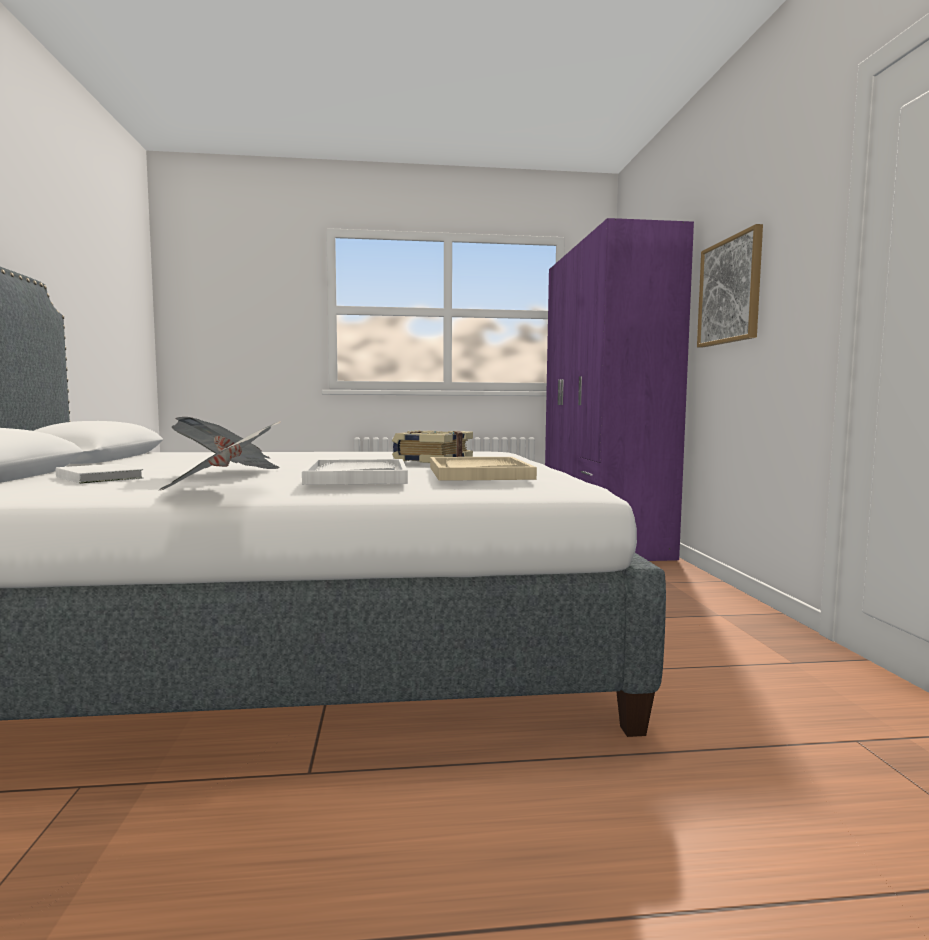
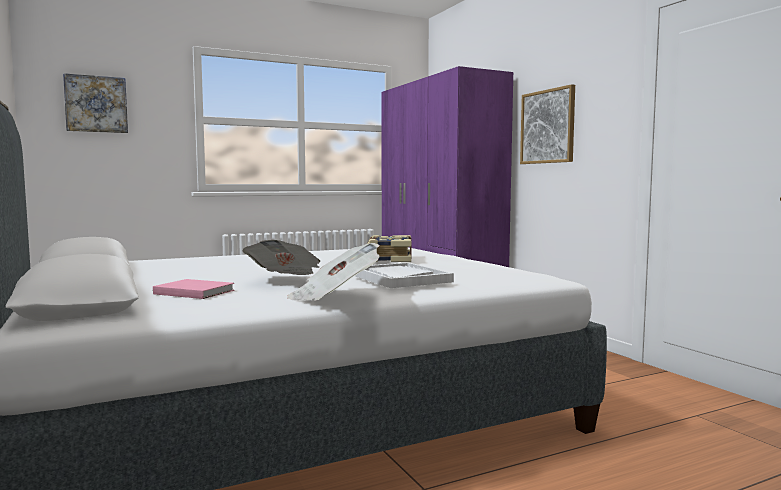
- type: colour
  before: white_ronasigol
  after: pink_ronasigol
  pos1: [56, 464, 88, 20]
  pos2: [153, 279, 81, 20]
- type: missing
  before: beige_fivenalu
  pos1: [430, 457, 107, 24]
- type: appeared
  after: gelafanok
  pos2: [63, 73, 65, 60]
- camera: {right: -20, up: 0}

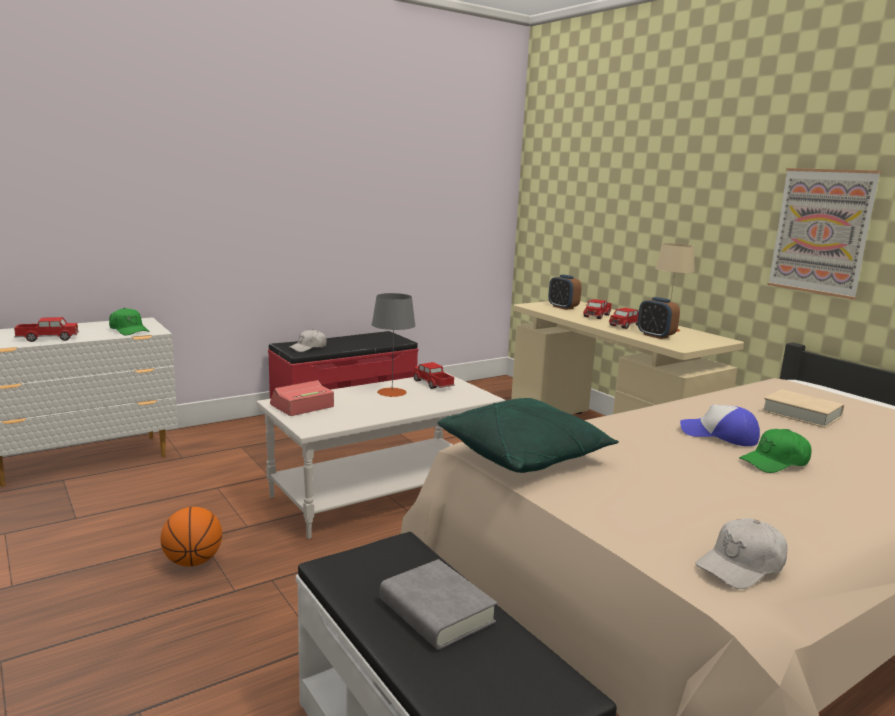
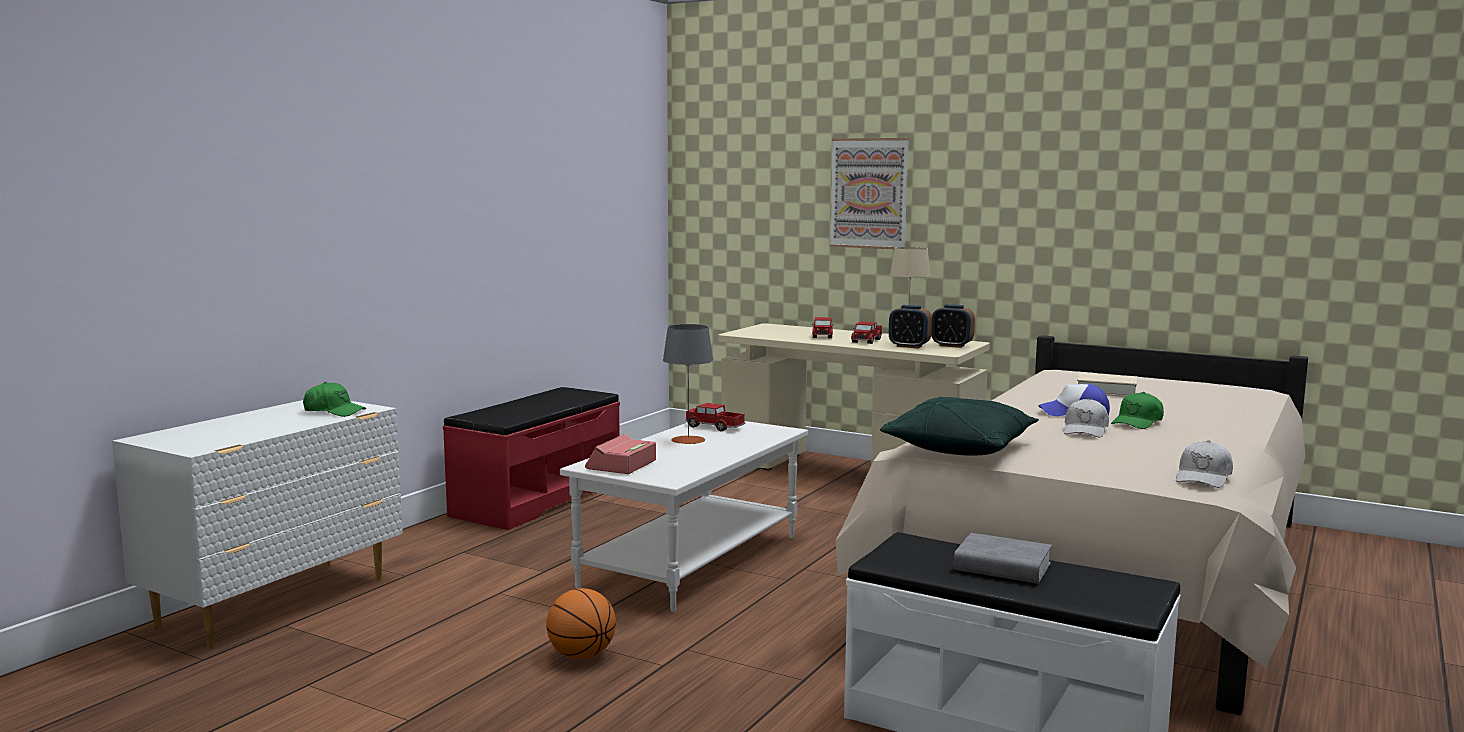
- type: missing
  before: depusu
  pos1: [14, 317, 65, 25]
- type: relocated
  before: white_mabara
  pos1: [289, 329, 38, 23]
  pos2: [1064, 398, 45, 40]
- type: relocated
  before: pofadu
  pos1: [548, 275, 34, 35]
  pos2: [931, 304, 44, 44]
- type: relocated
  before: gelafanok
  pos1: [767, 168, 114, 132]
  pos2: [830, 138, 79, 111]
- camera: {right: -25, up: -5}

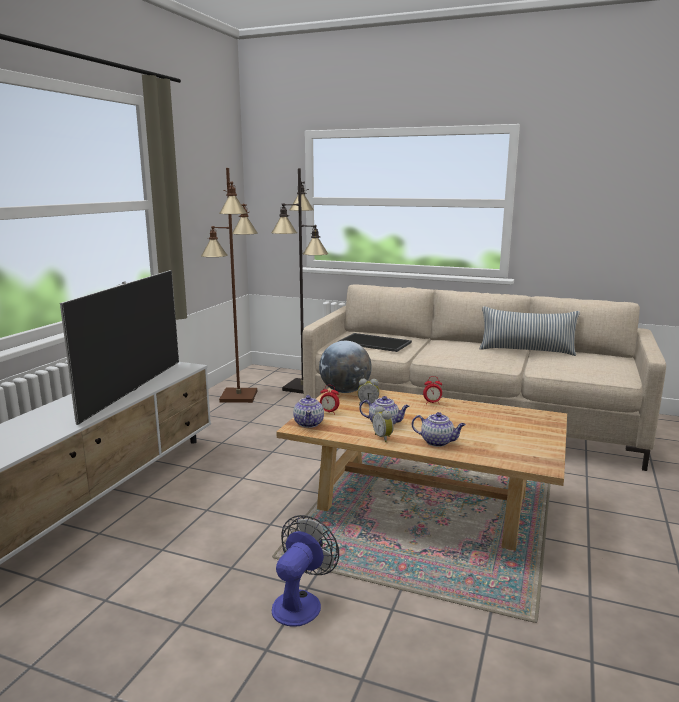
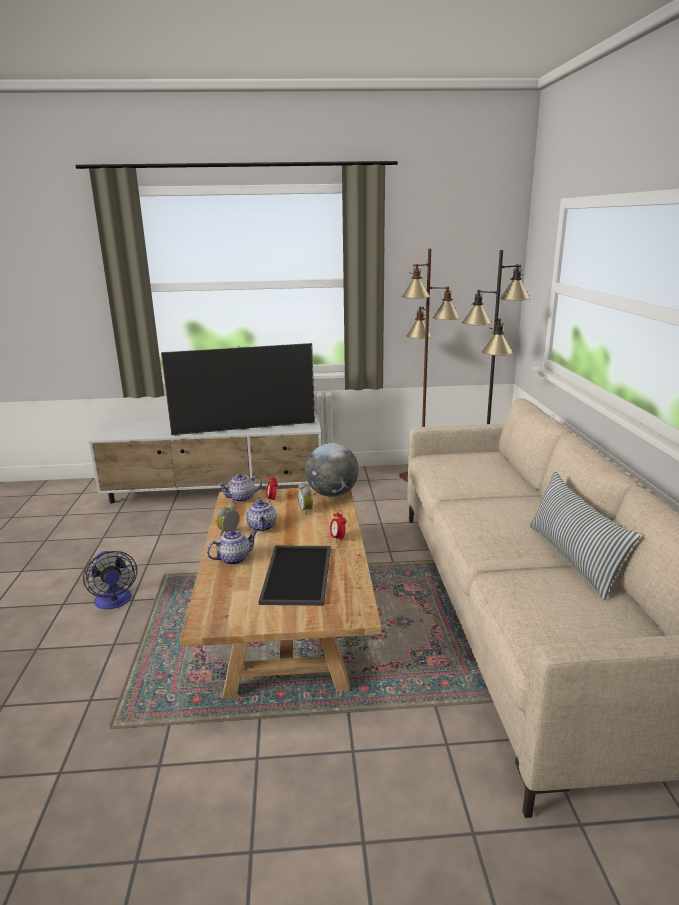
- type: spun
  before: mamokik
  pos1: [272, 515, 67, 112]
  pos2: [83, 551, 54, 58]
  turn: 60
- type: relocated
  before: fivenalu
  pos1: [337, 333, 75, 19]
  pos2: [259, 545, 72, 61]
- type: spun
  before: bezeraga
  pos1: [412, 412, 54, 35]
  pos2: [207, 530, 51, 35]
  turn: -120
- camera: {right: 65, up: 5}

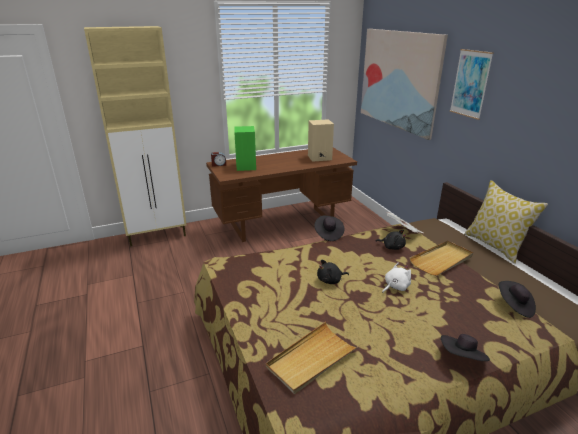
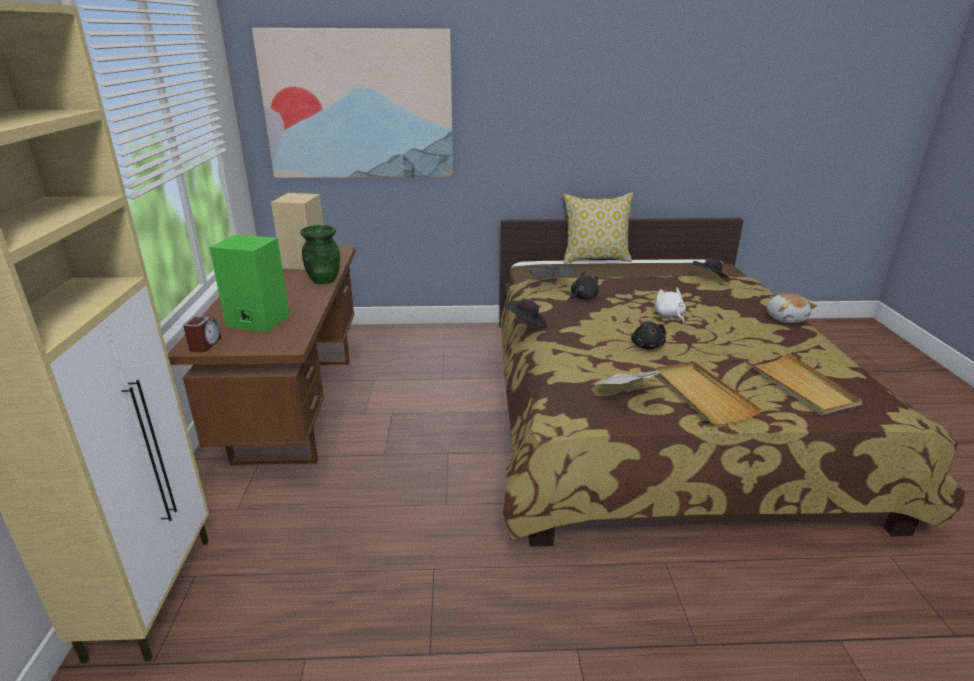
- type: relocated
  before: beige_fivenalu
  pos1: [409, 241, 64, 35]
  pos2: [654, 361, 107, 64]
- type: exchanged
  before: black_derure
  after: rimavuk
  pos1: [441, 334, 49, 27]
  pos2: [767, 294, 51, 29]
- type: missing
  before: gelafanok
  pos1: [450, 49, 44, 71]
- type: appeared
  after: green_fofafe
  pos2: [300, 225, 40, 59]
- type: appeared
  after: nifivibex
  pos2: [593, 370, 72, 15]
- camera: {right: -70, up: 0}

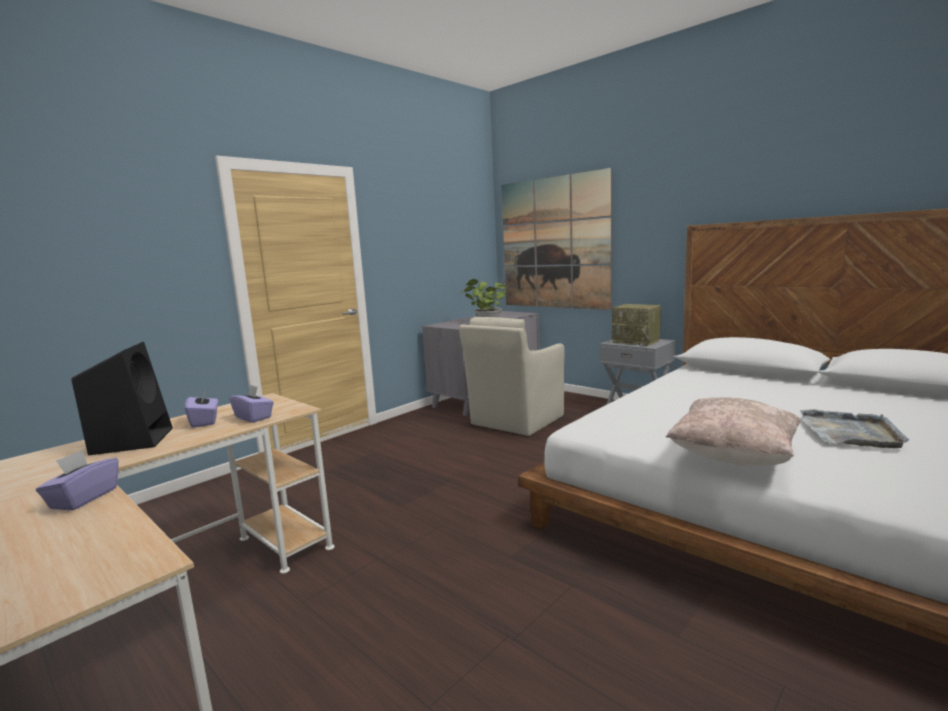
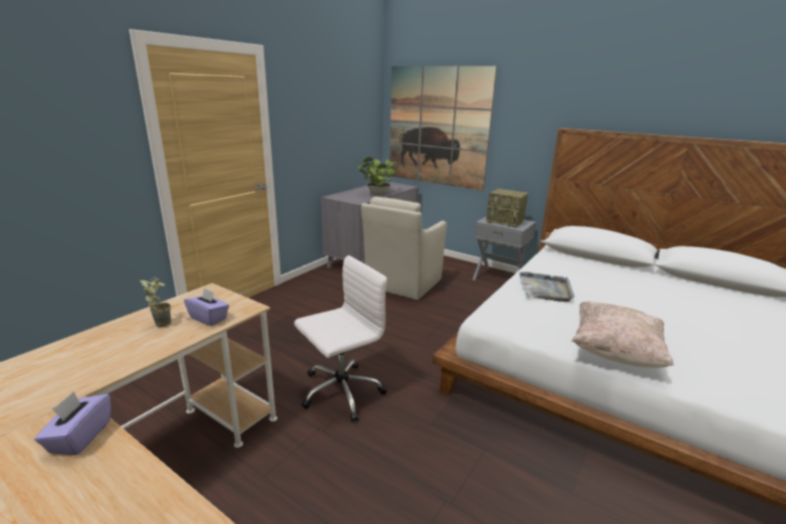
- type: missing
  before: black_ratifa
  pos1: [71, 342, 102, 113]
- type: exchanged
  before: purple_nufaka
  after: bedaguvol
  pos1: [185, 389, 33, 39]
  pos2: [140, 277, 31, 51]
- type: relocated
  before: grey_fivenalu
  pos1: [800, 409, 109, 39]
  pos2: [519, 272, 56, 30]
- type: appeared
  after: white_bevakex
  pos2: [294, 255, 93, 167]
- camera: {right: -10, up: 10}

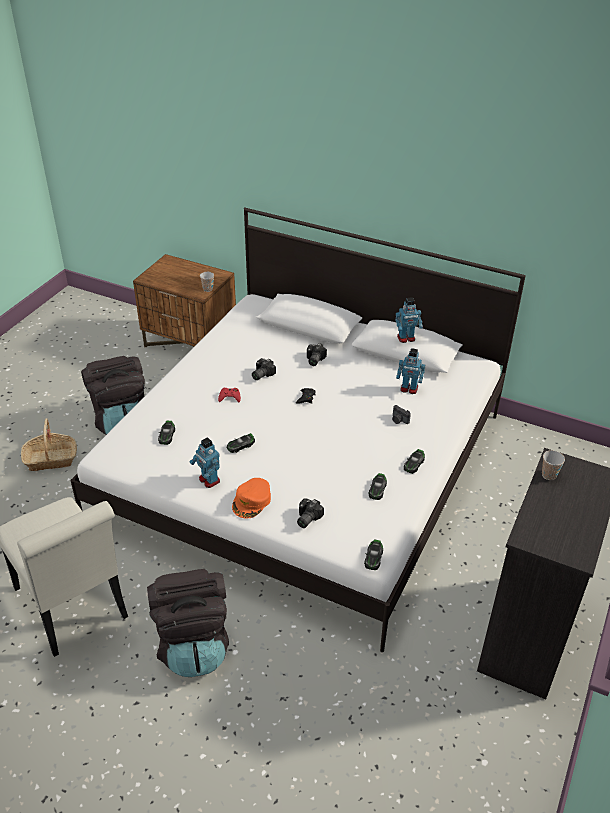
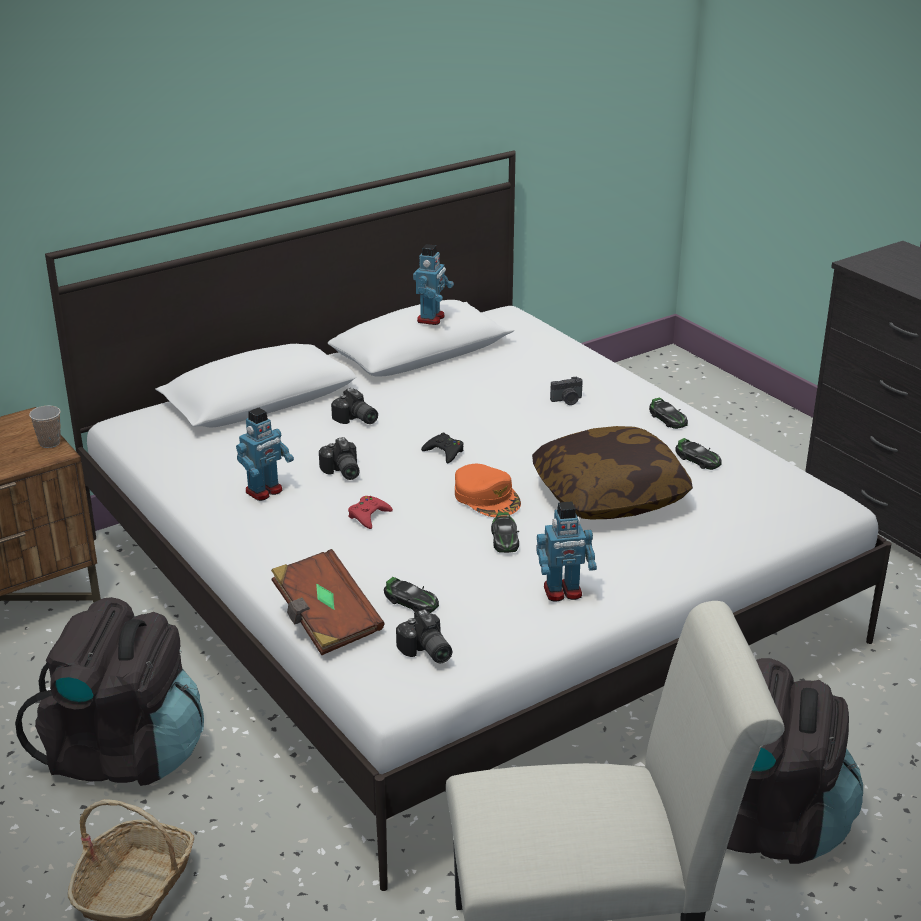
- type: relocated
  before: orange_mabara
  pos1: [232, 478, 39, 40]
  pos2: [455, 464, 66, 53]
- type: relocated
  before: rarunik
  pos1: [297, 498, 27, 30]
  pos2: [396, 609, 56, 54]
- type: missing
  before: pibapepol
  pos1: [364, 539, 19, 31]
- type: relocated
  before: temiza
  pos1: [396, 348, 29, 46]
  pos2: [236, 407, 58, 94]
- type: missing
  before: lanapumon
  pos1: [542, 450, 23, 30]
- type: appeared
  after: brown_ronasigol
  pos2: [271, 549, 113, 106]
- type: appeared
  after: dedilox
  pos2: [532, 426, 161, 93]
- camera: {right: -60, up: -10}

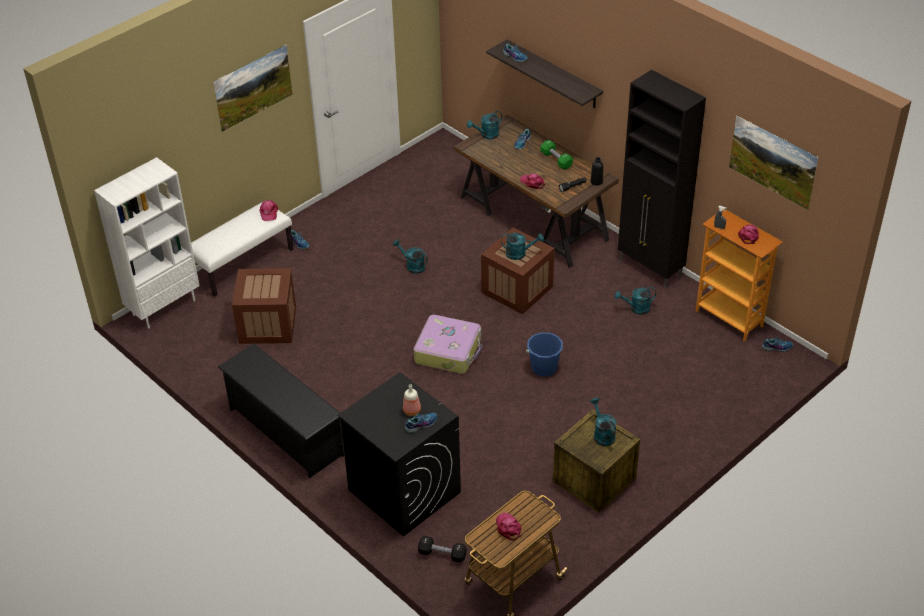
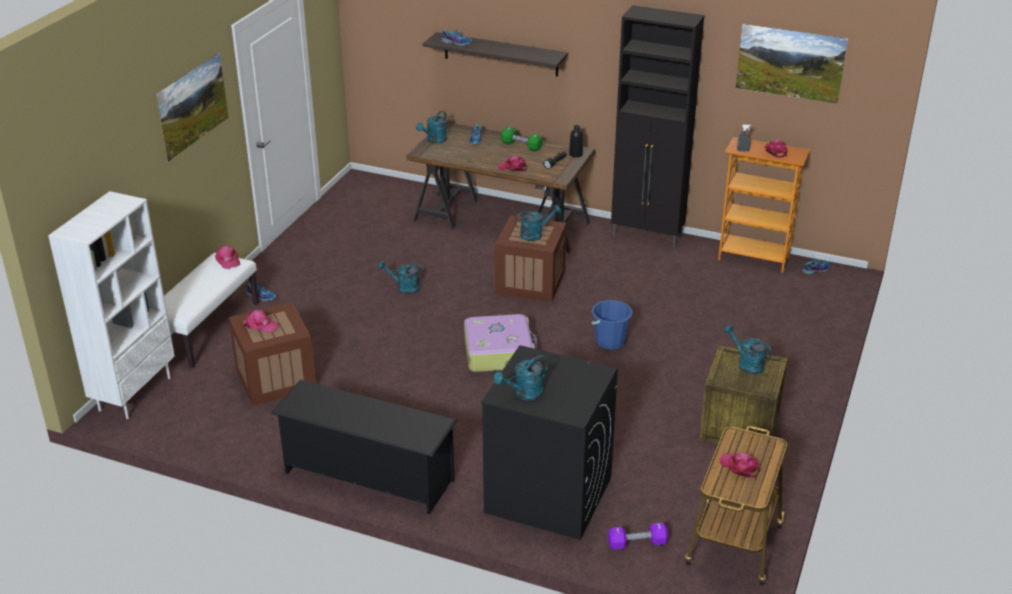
- type: missing
  before: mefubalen
  pos1: [403, 384, 18, 32]
- type: missing
  before: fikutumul
  pos1: [405, 412, 32, 21]
- type: colour
  before: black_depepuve
  after: purple_depepuve
  pos1: [418, 536, 49, 27]
  pos2: [608, 522, 60, 28]
- type: relocated
  before: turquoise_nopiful
  pos1: [615, 287, 41, 28]
  pos2: [493, 355, 55, 46]
- type: appeared
  after: pink_mabara
  pos2: [244, 310, 35, 23]
- camera: {right: -25, up: -10}

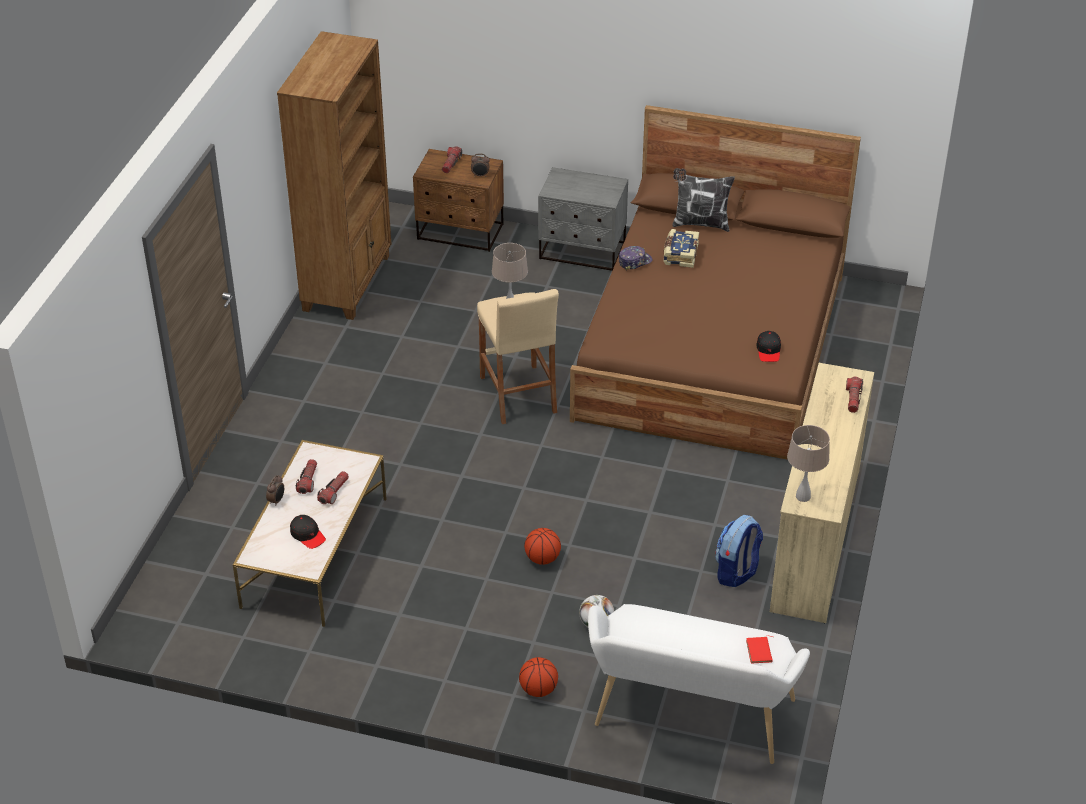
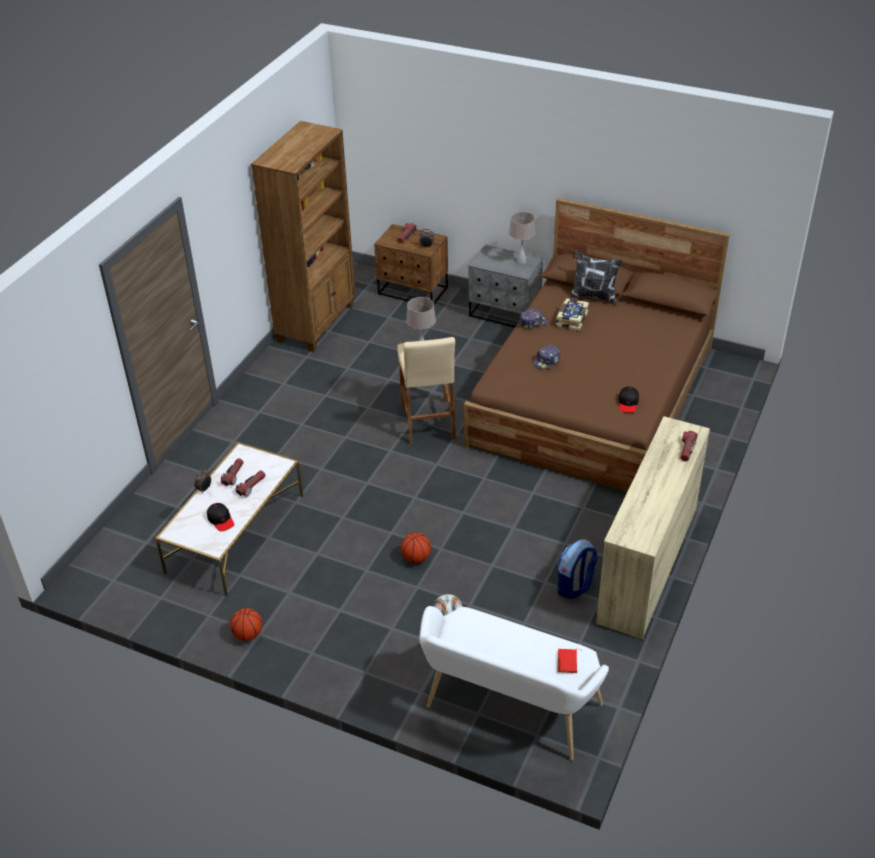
- type: relocated
  before: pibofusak
  pos1: [519, 657, 39, 40]
  pos2: [230, 608, 32, 33]
- type: relocated
  before: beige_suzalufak
  pos1: [787, 425, 43, 77]
  pos2: [509, 212, 27, 53]
- type: appeared
  after: mabara
  pos2: [534, 345, 26, 24]
- camera: {right: 10, up: 0}

